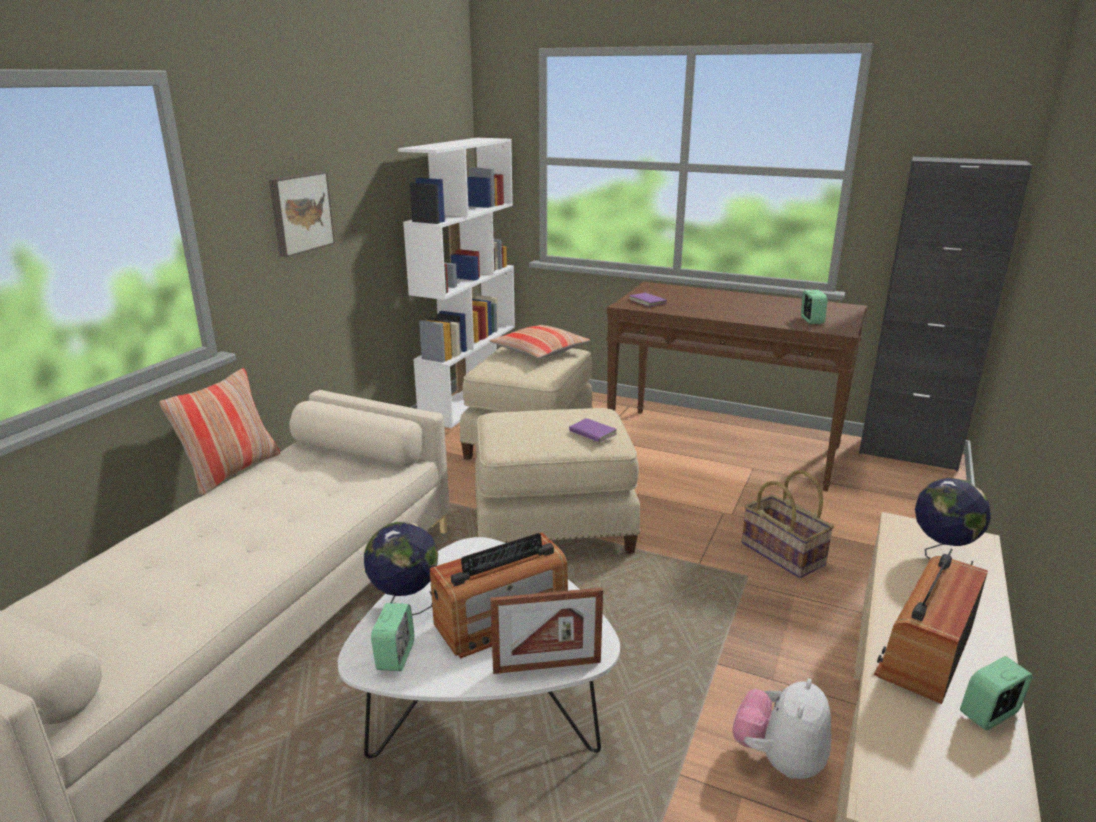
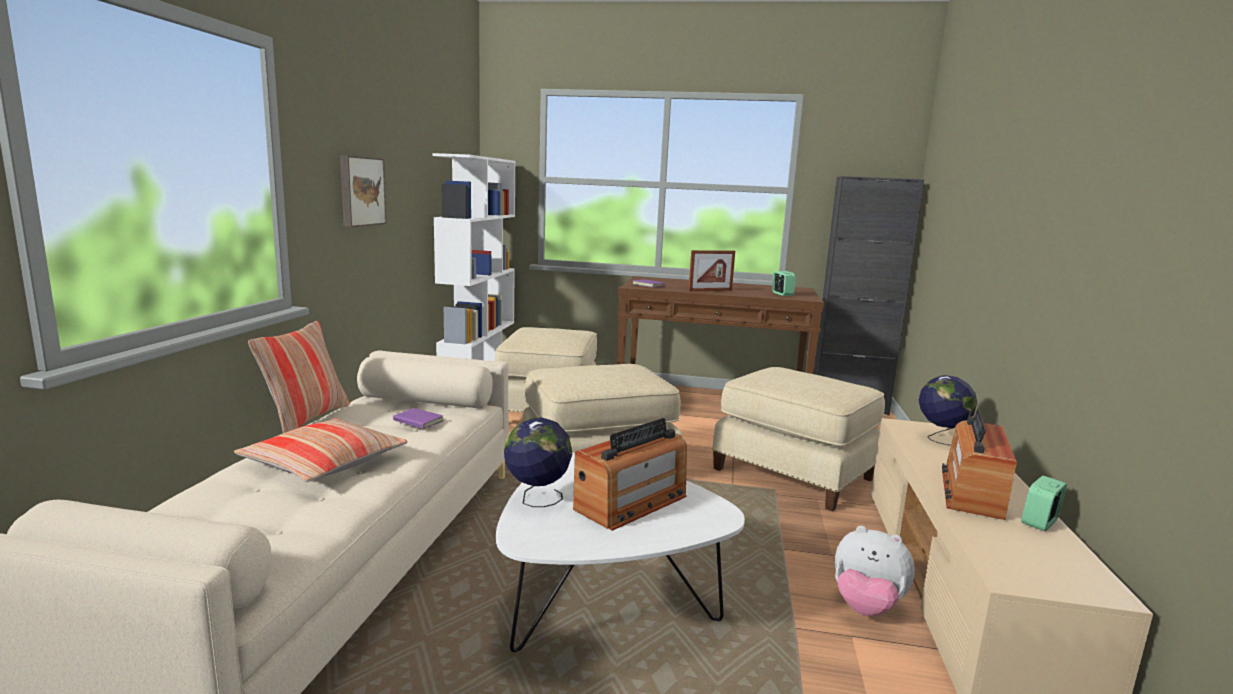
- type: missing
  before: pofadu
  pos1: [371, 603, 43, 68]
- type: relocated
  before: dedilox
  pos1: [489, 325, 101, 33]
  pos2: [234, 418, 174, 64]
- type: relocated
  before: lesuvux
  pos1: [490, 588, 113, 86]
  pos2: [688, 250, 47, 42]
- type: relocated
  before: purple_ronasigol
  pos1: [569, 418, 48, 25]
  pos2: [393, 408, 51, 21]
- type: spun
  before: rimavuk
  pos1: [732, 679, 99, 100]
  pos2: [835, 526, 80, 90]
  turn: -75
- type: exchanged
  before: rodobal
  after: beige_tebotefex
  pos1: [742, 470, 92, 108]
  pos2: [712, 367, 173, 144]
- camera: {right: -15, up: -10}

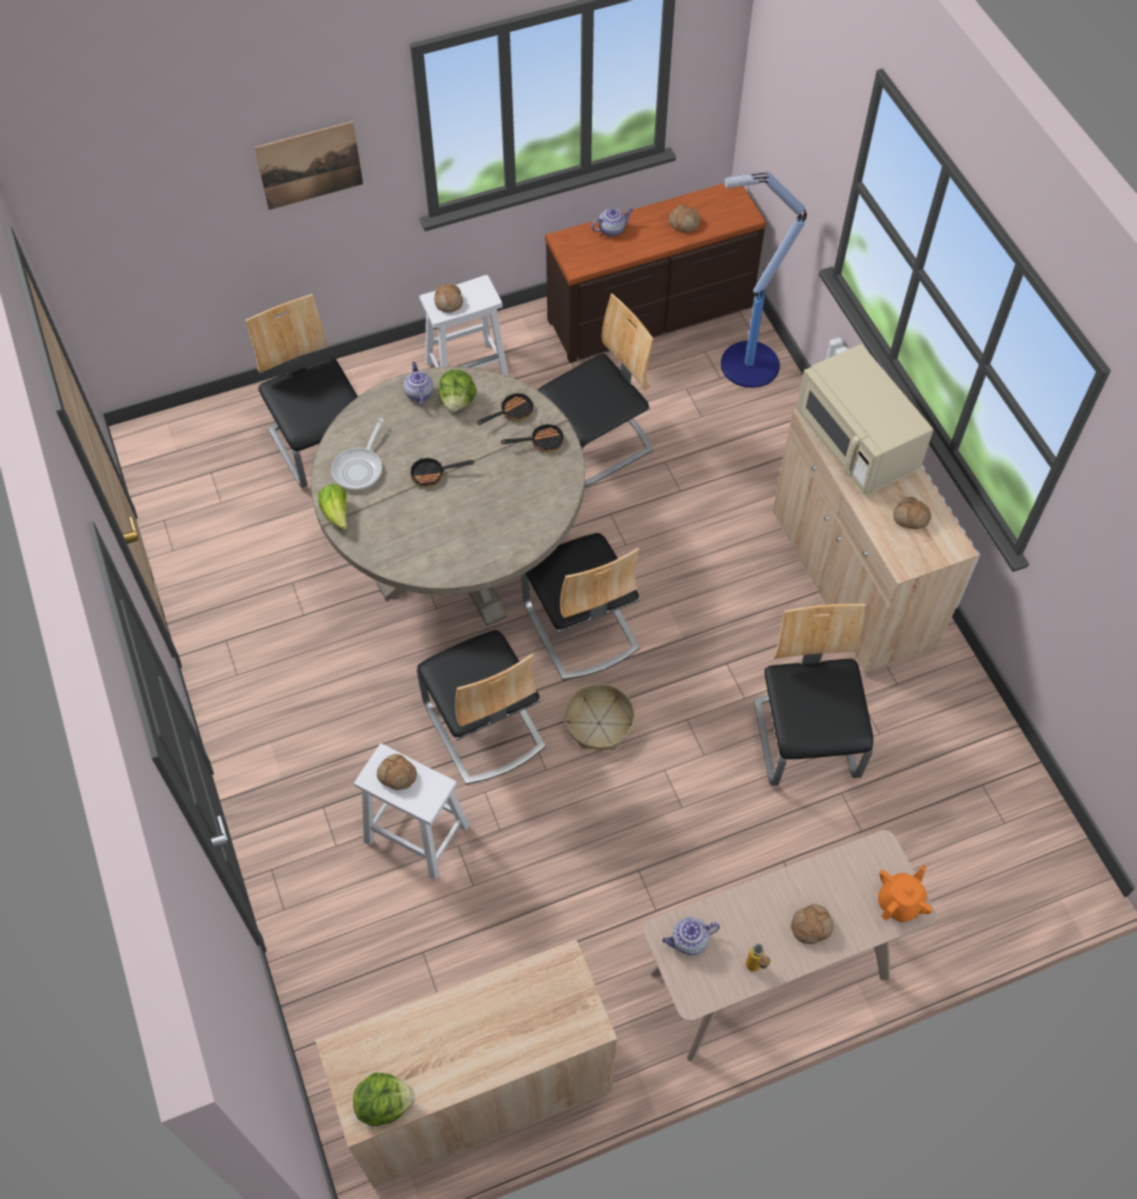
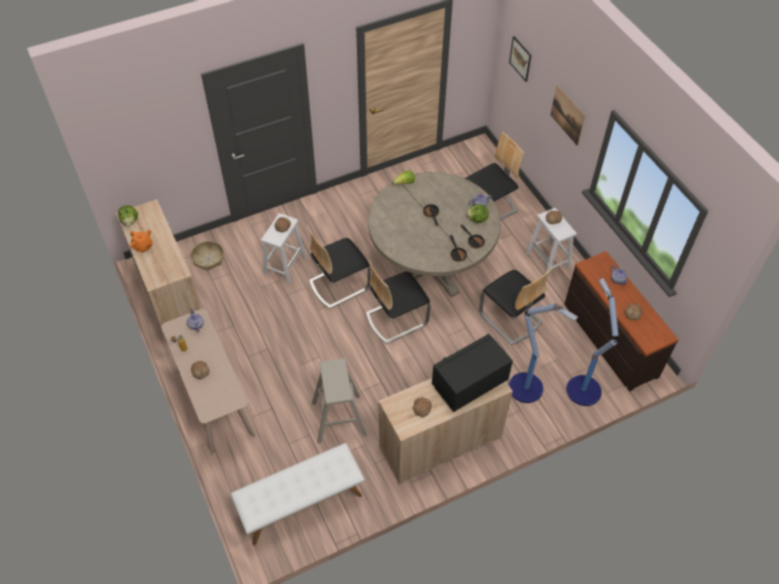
- type: missing
  before: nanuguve
  pos1: [331, 418, 53, 72]
- type: relocated
  before: rodobal
  pos1: [564, 684, 71, 66]
  pos2: [191, 241, 33, 30]
- type: exchanged
  before: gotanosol
  after: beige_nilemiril
  pos1: [754, 604, 119, 182]
  pos2: [312, 358, 55, 85]
- type: colour
  before: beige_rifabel
  after: black_rifabel
  pos1: [796, 344, 137, 151]
  pos2: [432, 334, 81, 78]
- type: relocated
  before: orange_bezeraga
  pos1: [878, 865, 55, 57]
  pos2: [130, 229, 23, 24]
- type: appeared
  after: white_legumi
  pos2: [230, 443, 135, 103]
- type: appeared
  after: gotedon
  pos2: [508, 304, 70, 99]
- type: appeared
  after: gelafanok
  pos2: [509, 36, 22, 46]
- camera: {right: 85, up: -5}

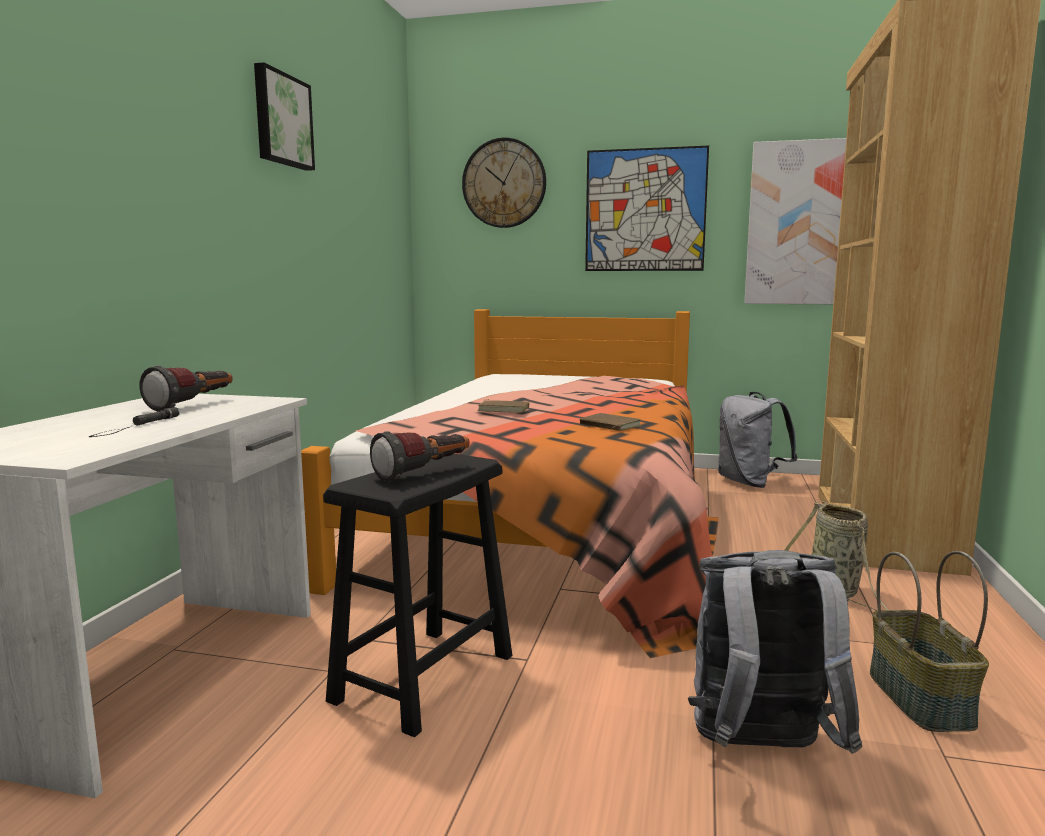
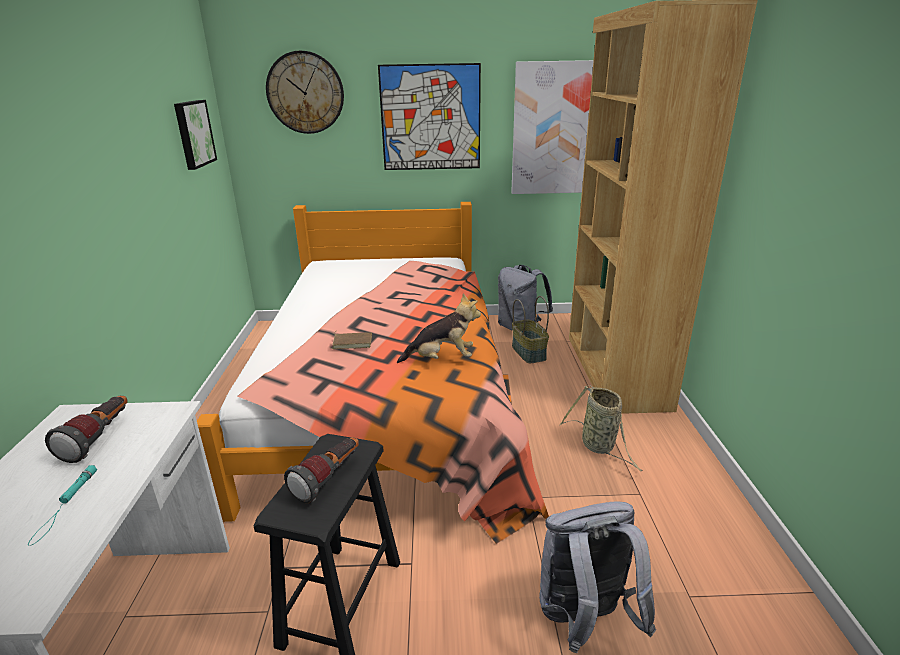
- type: colour
  before: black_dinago
  after: turquoise_dinago
  pos1: [88, 407, 92, 30]
  pos2: [28, 465, 69, 81]
- type: relocated
  before: gelafanok
  pos1: [254, 62, 61, 109]
  pos2: [174, 100, 43, 70]
- type: exchanged
  before: brown_ronasigol
  after: rimavuk
  pos1: [580, 413, 61, 18]
  pos2: [397, 293, 84, 70]
- type: relocated
  before: rodobal
  pos1: [870, 551, 119, 181]
  pos2: [512, 296, 37, 67]
- camera: {right: -15, up: 15}

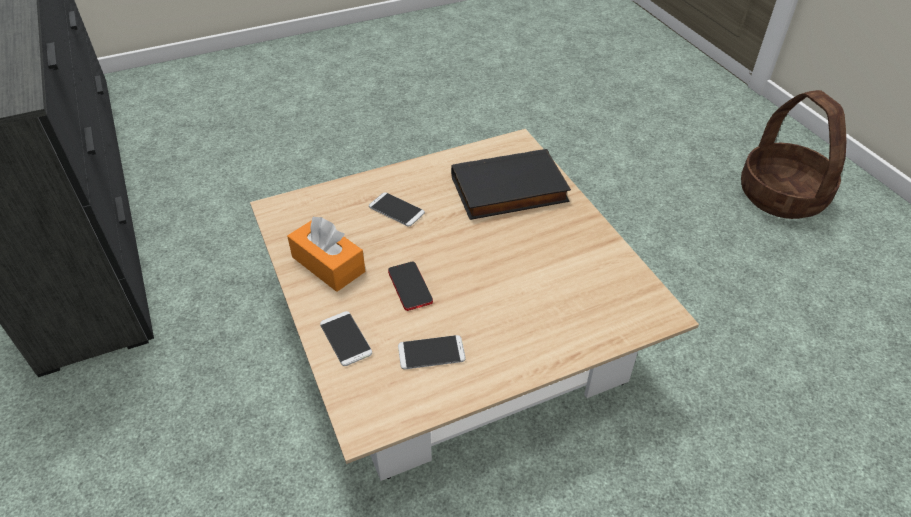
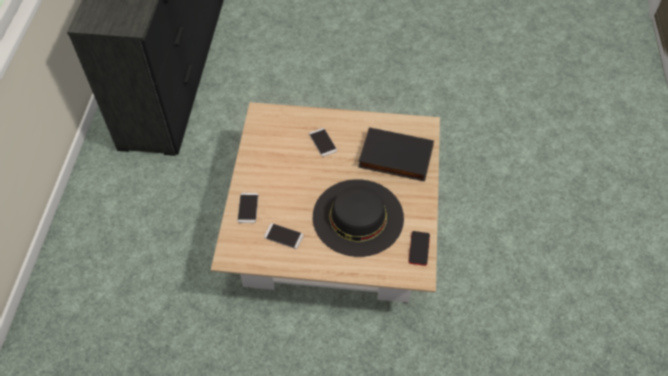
- type: missing
  before: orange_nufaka
  pos1: [287, 217, 78, 75]
- type: relocated
  before: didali
  pos1: [388, 261, 45, 50]
  pos2: [408, 231, 22, 35]
- type: missing
  before: rodobal
  pos1: [741, 90, 105, 129]
- type: appeared
  after: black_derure
  pos2: [313, 179, 91, 78]
- camera: {right: 30, up: 10}

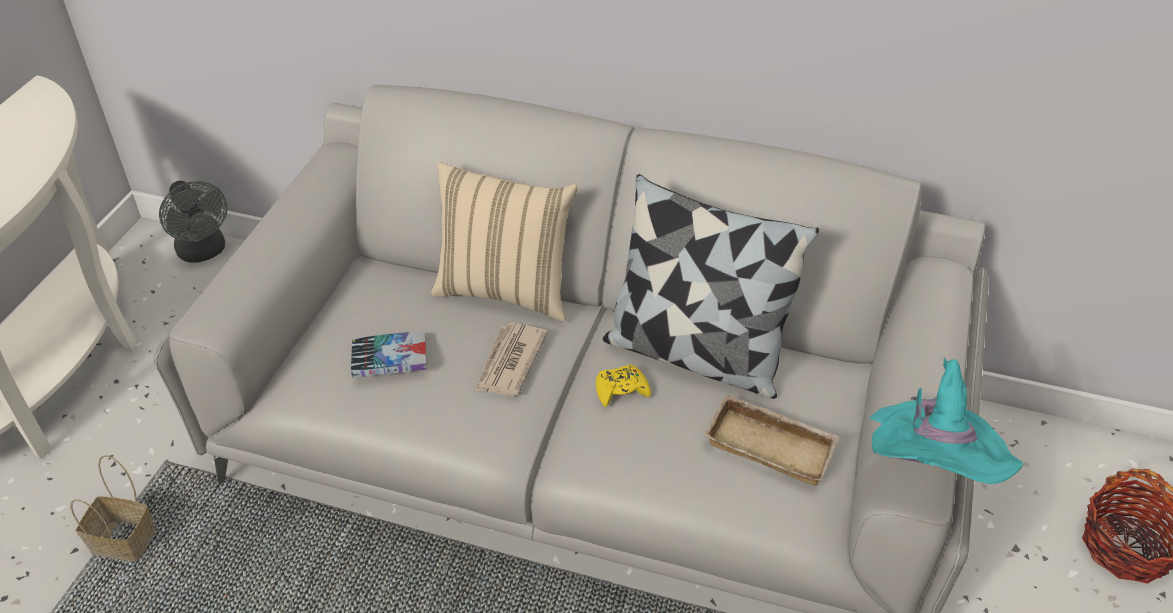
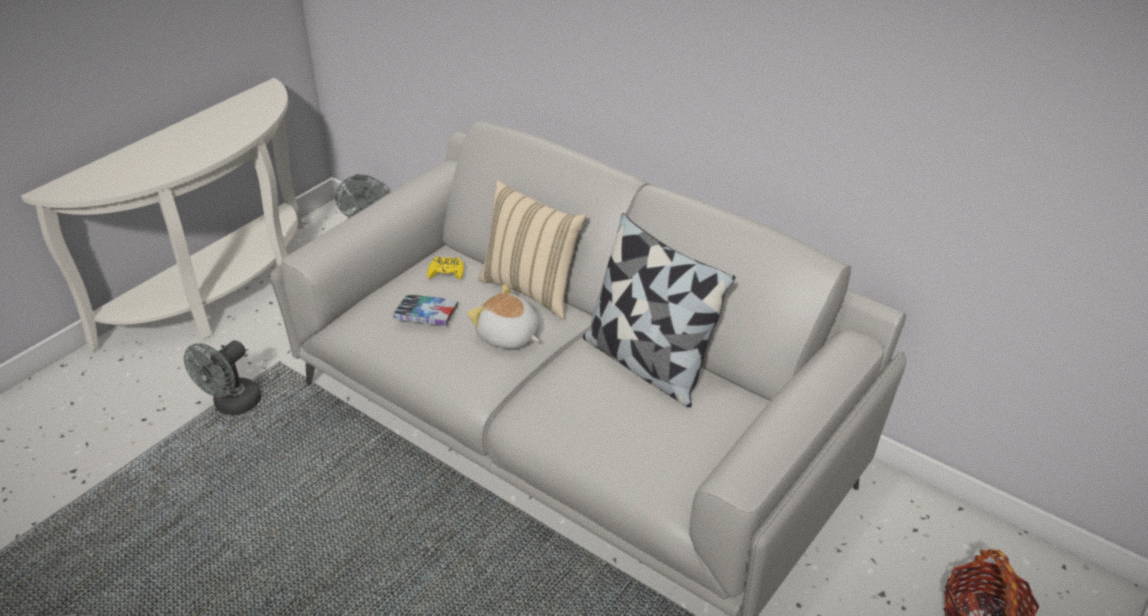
- type: exchanged
  before: rodobal
  after: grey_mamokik
  pos1: [70, 455, 86, 107]
  pos2: [184, 340, 78, 75]
- type: exchanged
  before: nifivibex
  after: rimavuk
  pos1: [475, 323, 73, 73]
  pos2: [467, 284, 73, 65]
- type: relocated
  before: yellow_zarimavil
  pos1: [596, 364, 55, 43]
  pos2: [427, 257, 37, 23]
- type: missing
  before: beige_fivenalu
  pos1: [704, 394, 136, 92]
- type: missing
  before: turquoise_derure
  pos1: [870, 358, 153, 126]
- camera: {right: 20, up: -5}

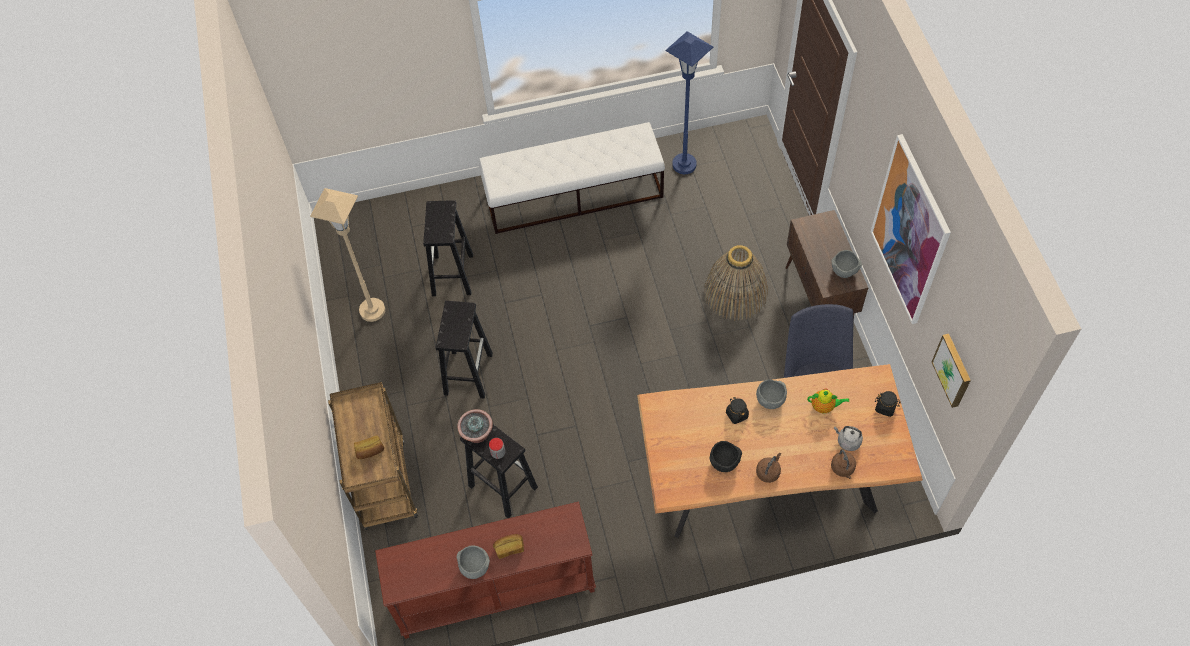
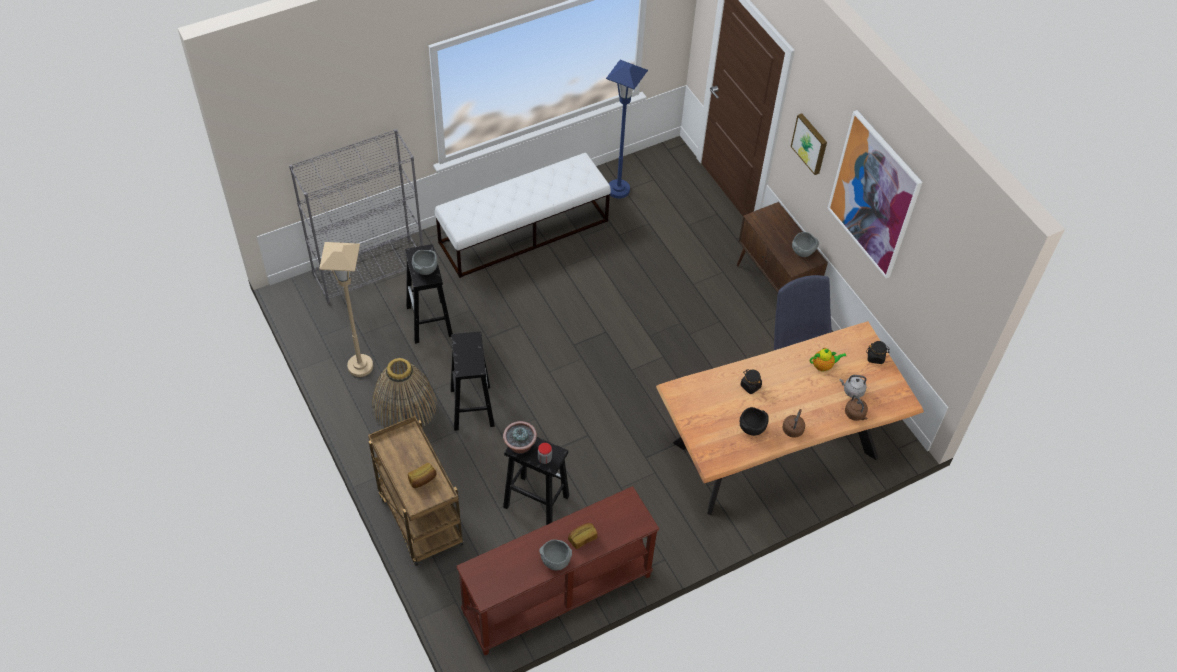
- type: relocated
  before: rodobal
  pos1: [704, 245, 64, 76]
  pos2: [372, 358, 65, 70]
- type: relocated
  before: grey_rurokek
  pos1: [756, 380, 31, 29]
  pos2: [412, 250, 26, 25]
- type: relocated
  before: gelafanok
  pos1: [932, 334, 39, 74]
  pos2: [791, 113, 36, 62]
- type: appeared
  after: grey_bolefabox
  pos2: [289, 129, 134, 174]
- camera: {right: -20, up: -5}

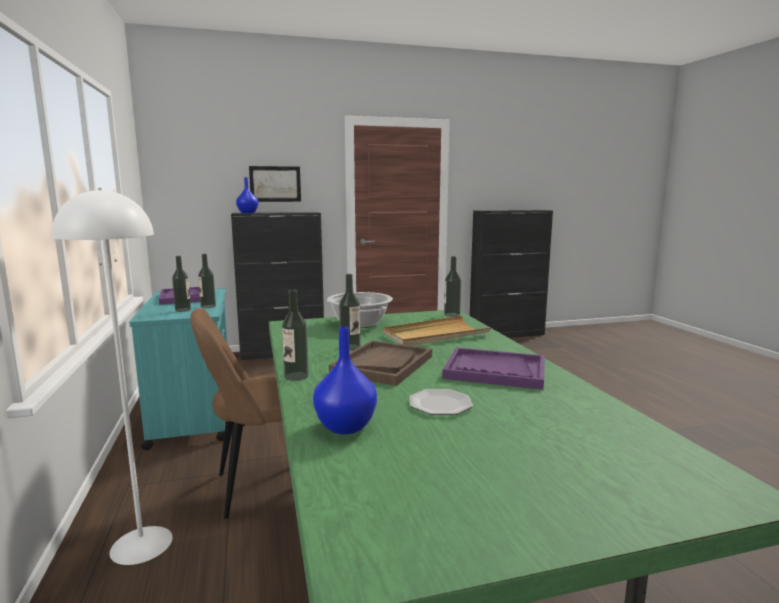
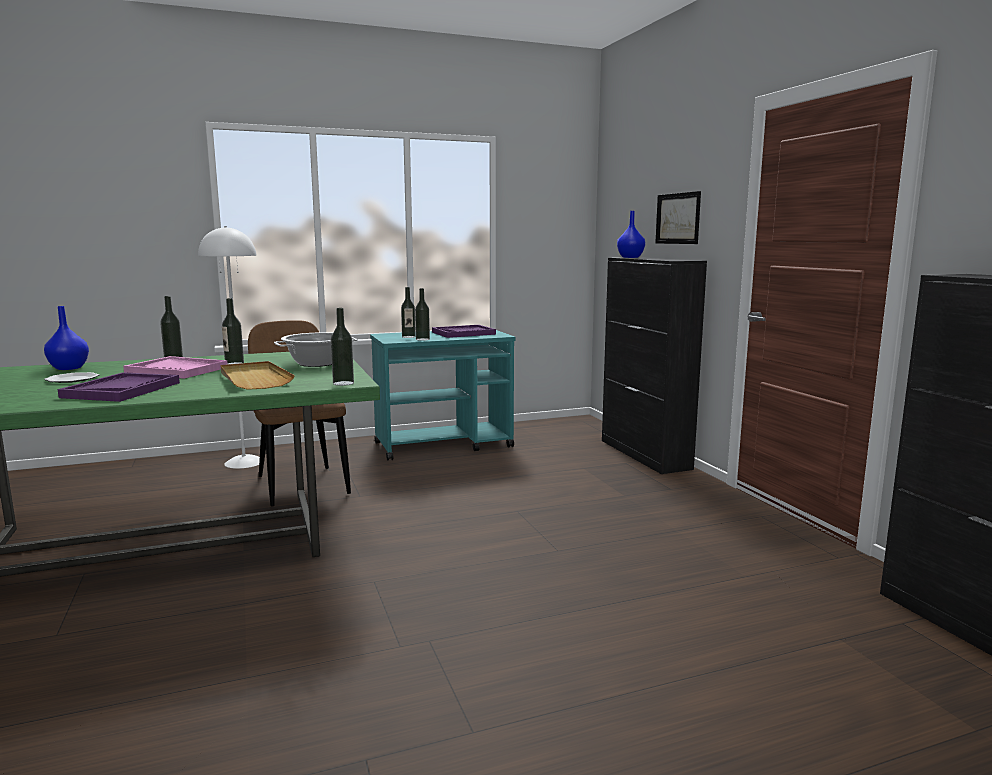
- type: colour
  before: brown_fivenalu
  after: pink_fivenalu
  pos1: [329, 340, 103, 46]
  pos2: [123, 356, 105, 23]
- camera: {right: 85, up: 0}

